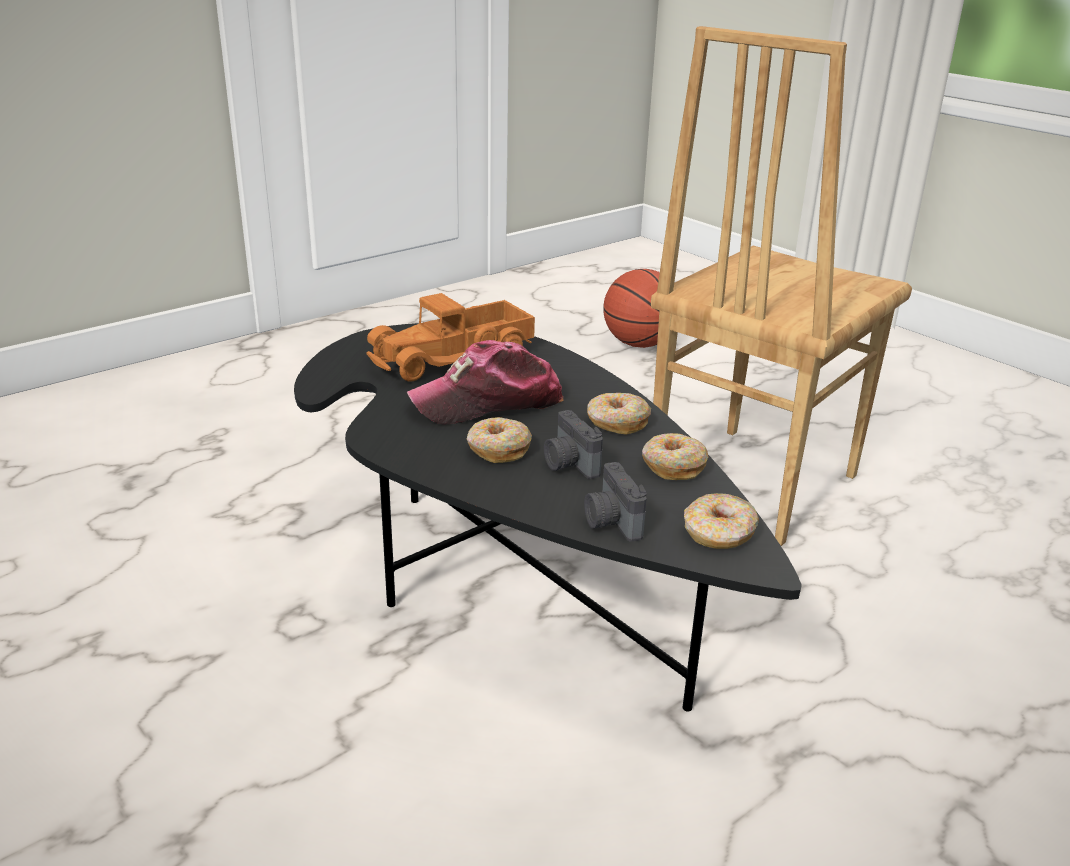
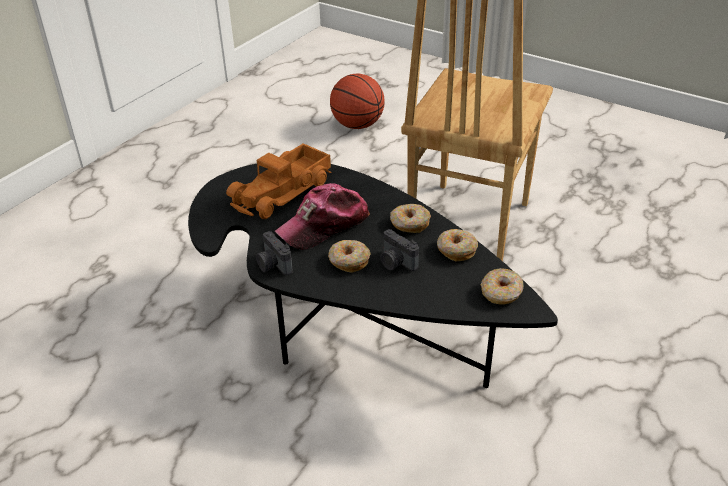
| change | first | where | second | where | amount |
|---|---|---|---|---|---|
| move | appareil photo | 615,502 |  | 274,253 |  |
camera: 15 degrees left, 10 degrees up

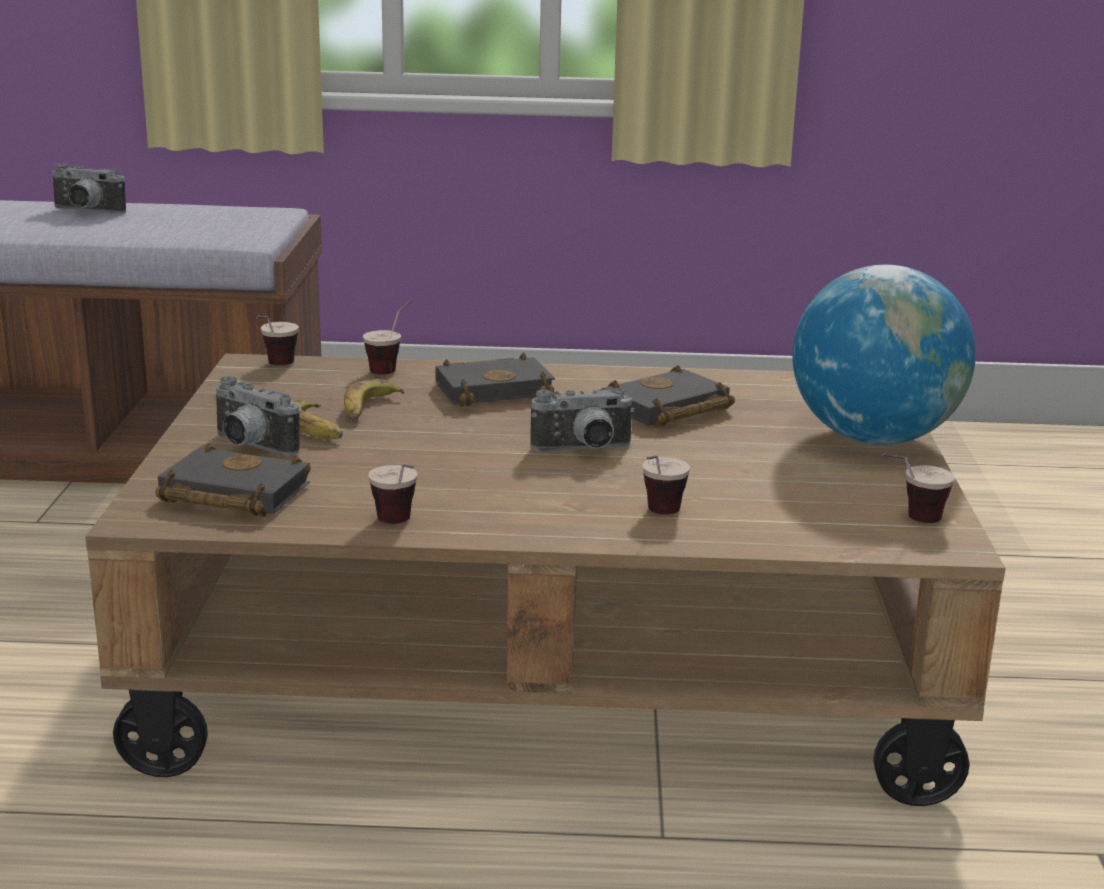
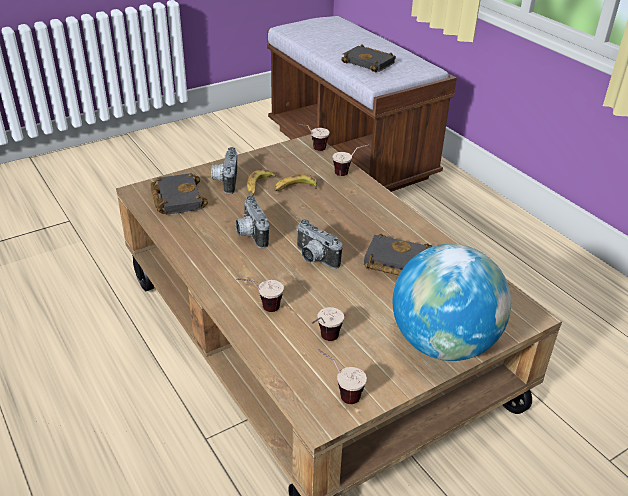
| change | first | where | second | where | amount |
|---|---|---|---|---|---|
| move | appareil photo | 88,188 |  | 252,222 |  |
| move | tasse | 392,494 |  | 328,324 |  |
| move | livre (noir) | 495,379 |  | 368,58 |  |
camera: 55 degrees right, 15 degrees up

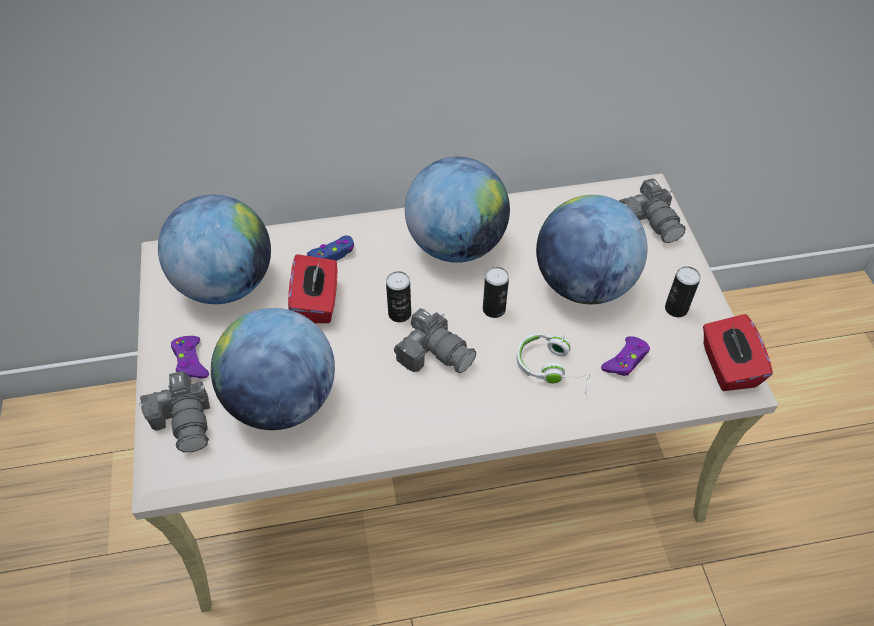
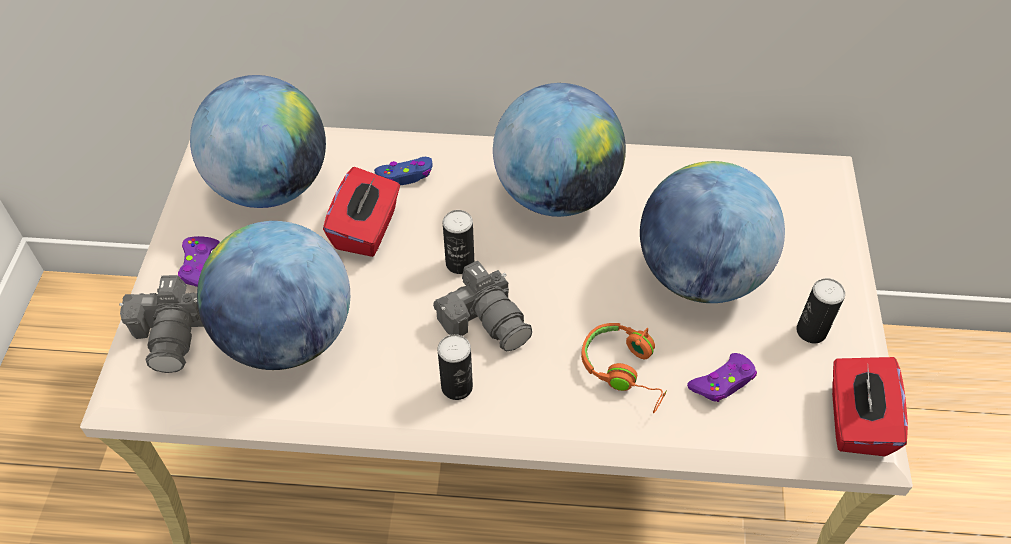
| change | first | where | second | where | amount |
|---|---|---|---|---|---|
| delete | appareil photo | 652,210 |  |  |  |
| move | boîte métallique | 496,292 |  | 455,367 |  |
| recolor | casque audio (blanc) | 553,363 | casque audio (orange) | 624,368 |  |
camera: 15 degrees right, 0 degrees up

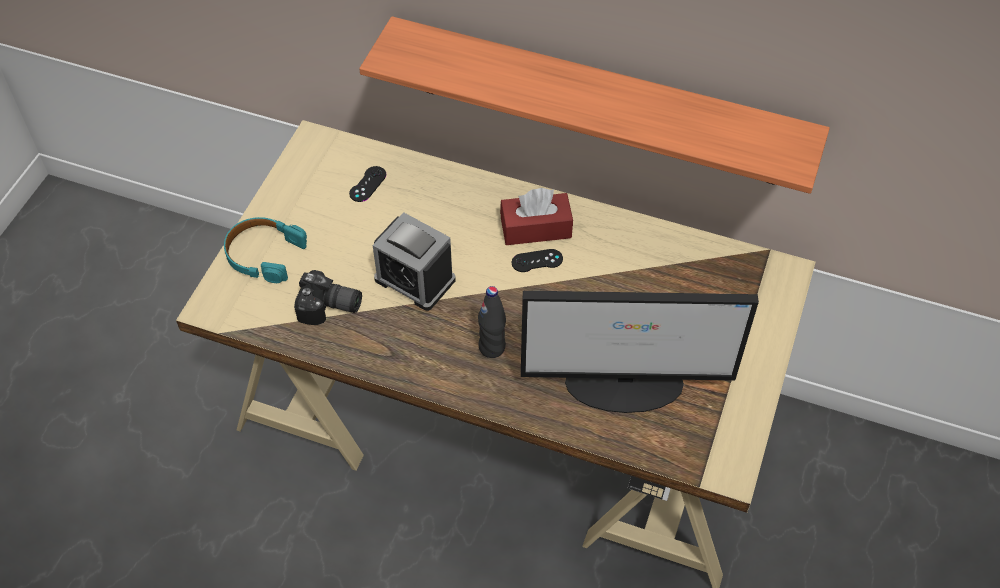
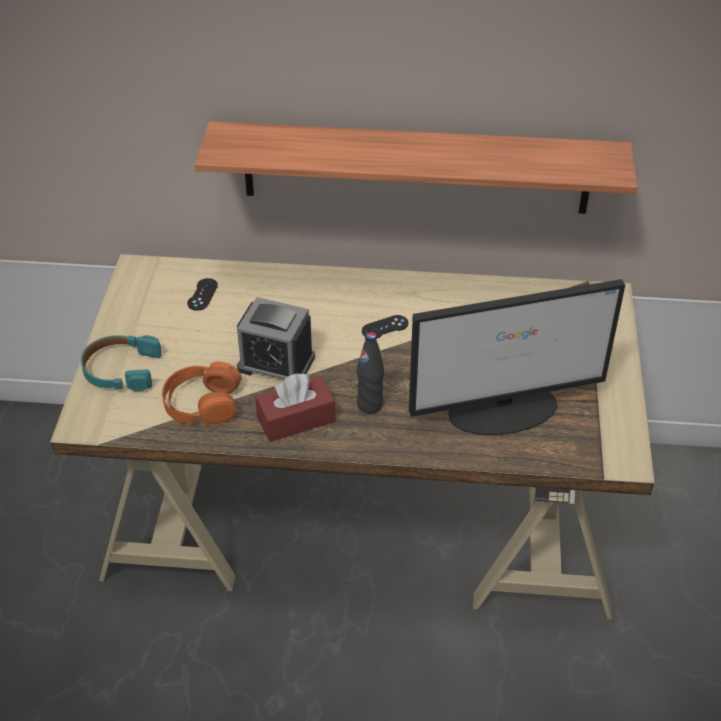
| change | first | where | second | where | amount |
|---|---|---|---|---|---|
| move | boîte à mouchoirs (rouge) | 536,216 |  | 295,407 |  |
| replace | appareil photo | 328,297 | casque audio (orange) | 202,393 |  |
camera: 15 degrees left, 10 degrees down

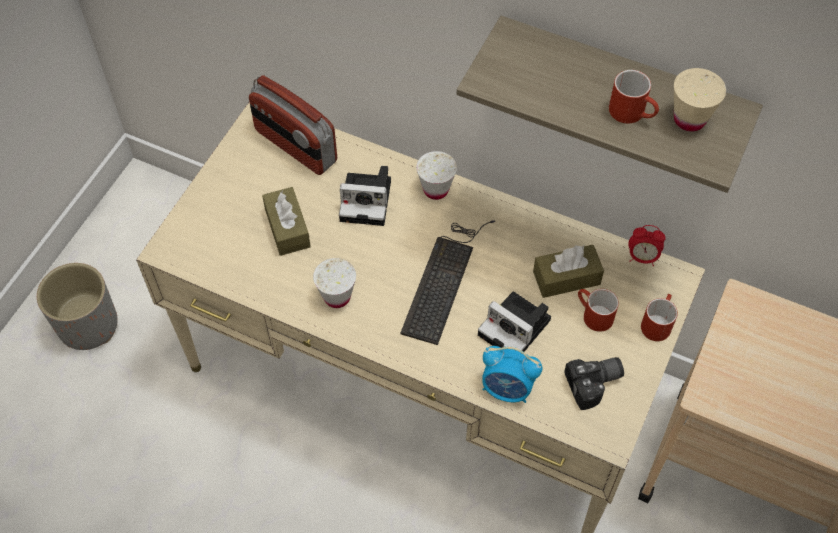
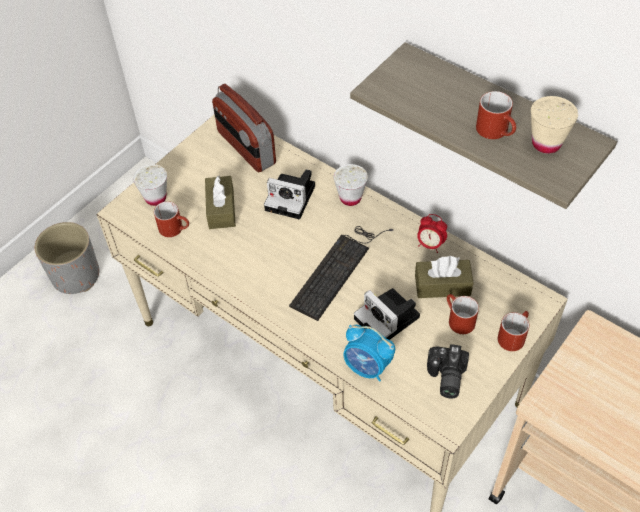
| change | first | where | second | where | amount |
|---|---|---|---|---|---|
| insert |  |  | mug (rouge) | 171,219 |  |
| move | tasse (blanc) | 334,283 |  | 150,185 |  |
| move | réveil | 646,245 |  | 432,233 |  |
| rotate | appareil photo | 594,383 |  | 448,371 | 105 degrees clockwise |
camera: 15 degrees right, 5 degrees down

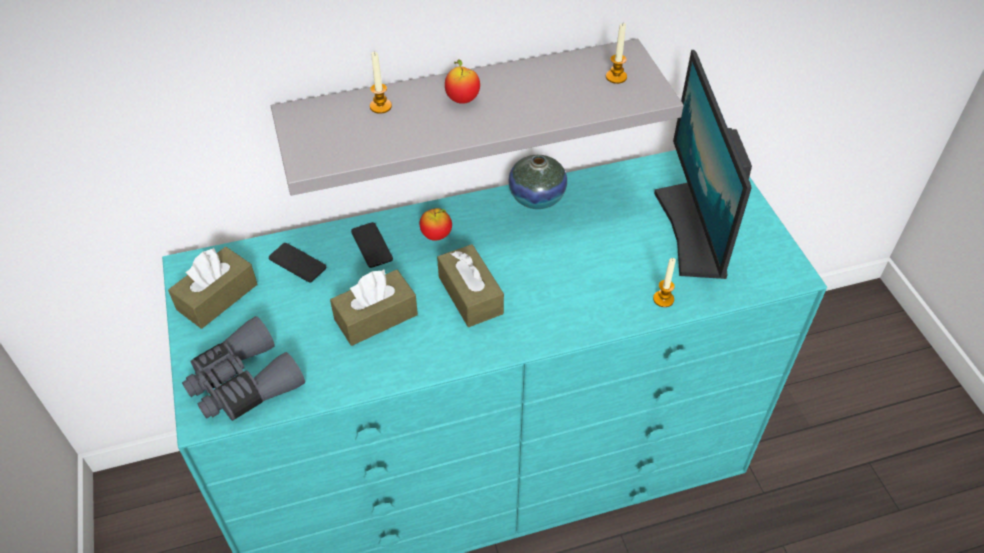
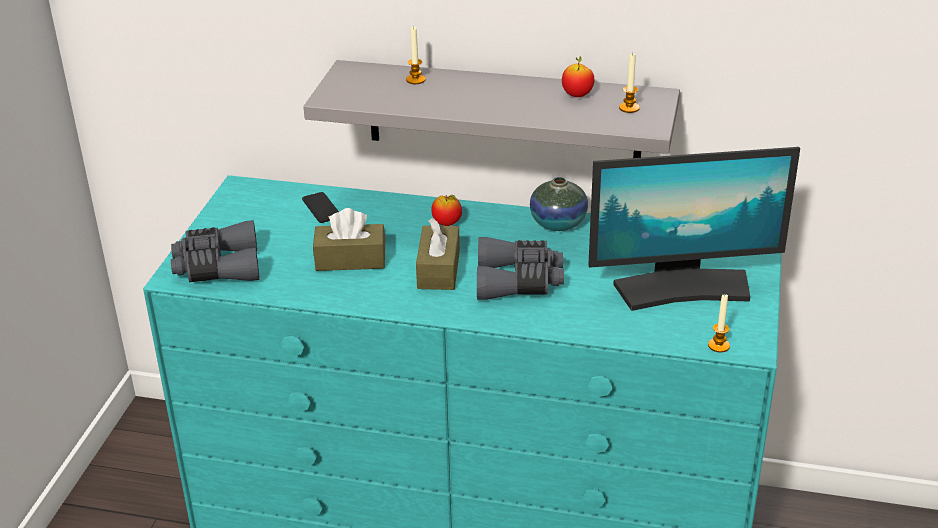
| change | first | where | second | where | amount |
|---|---|---|---|---|---|
| delete | boîte à mouchoirs (marron) | 212,288 |  |  |  |
| delete | téléphone | 372,245 |  |  |  |
| insert |  |  | jumelles (gris) | 520,268 |  |
| move | pomme | 462,81 |  | 578,77 |  |
| move | bougie | 664,282 |  | 719,323 |  |
| rotate | écran d'ordinateur | 703,164 |  | 694,229 | 120 degrees counterclockwise |
camera: 30 degrees right, 15 degrees down

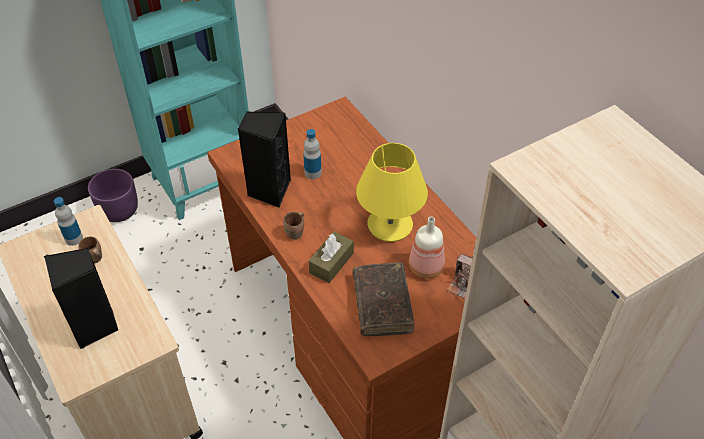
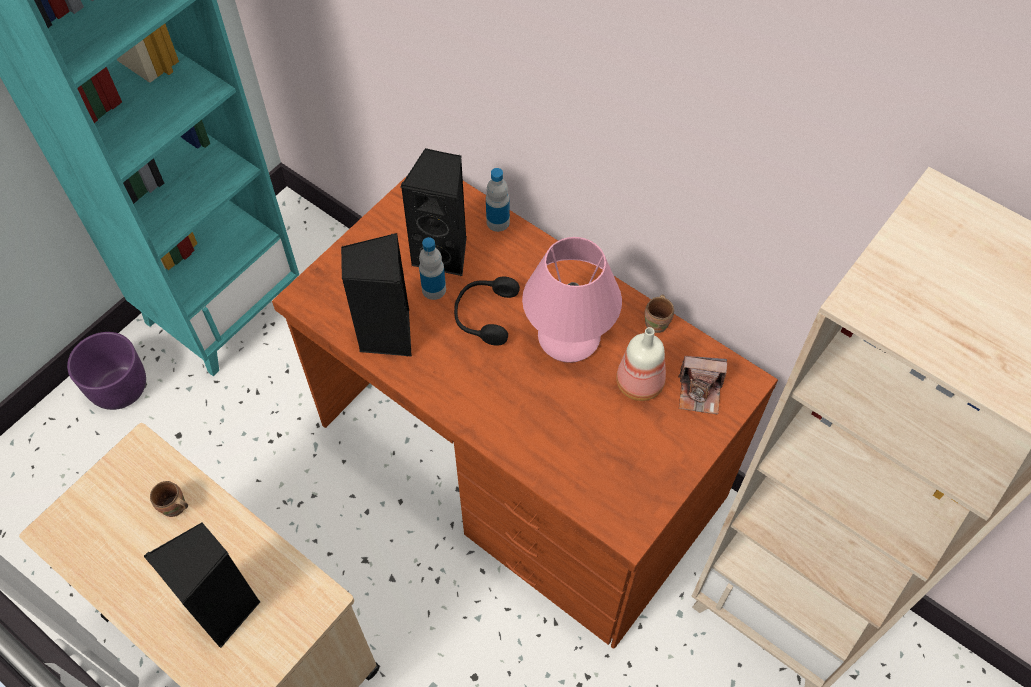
| change | first | where | second | where | amount |
|---|---|---|---|---|---|
| delete | boîte à mouchoirs (marron) | 331,257 |  |  |  |
| delete | livre (marron) | 384,299 |  |  |  |
| insert |  |  | enceinte (noir) | 433,212 |  |
| insert |  |  | casque audio (noir) | 487,311 |  |
| move | bouteille | 68,221 |  | 498,200 |  |
| move | mug (marron) | 293,226 |  | 659,314 |  |
| recolor | lampe de table (jaune) | 392,192 | lampe de table (rose) | 572,300 |  |
camera: 20 degrees left, 10 degrees up

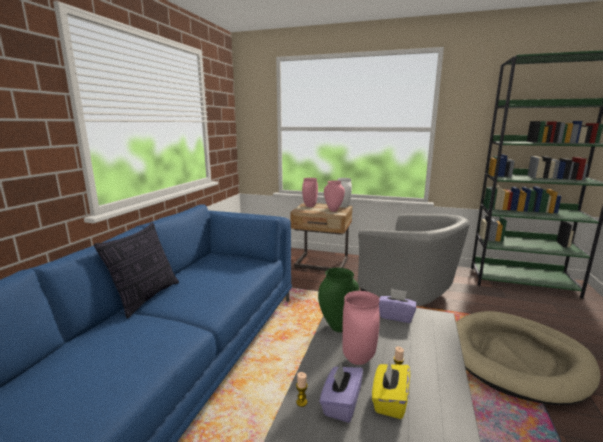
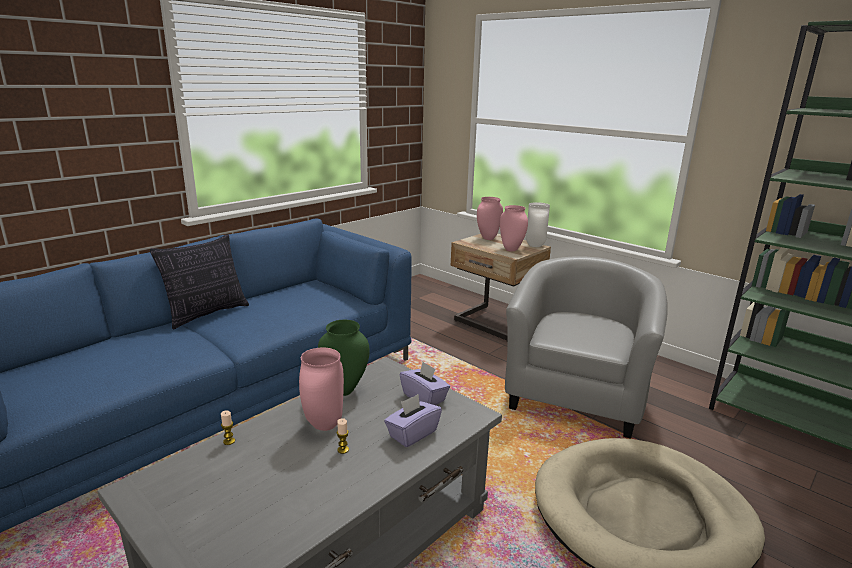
| change | first | where | second | where | amount |
|---|---|---|---|---|---|
| delete | boîte à mouchoirs (jaune) | 391,389 |  |  |  |
| move | boîte à mouchoirs (violet) | 341,393 |  | 413,420 |  |
| rotate | fauteuil (gris) | 414,260 |  | 586,347 | 135 degrees counterclockwise |
camera: 25 degrees right, 5 degrees up

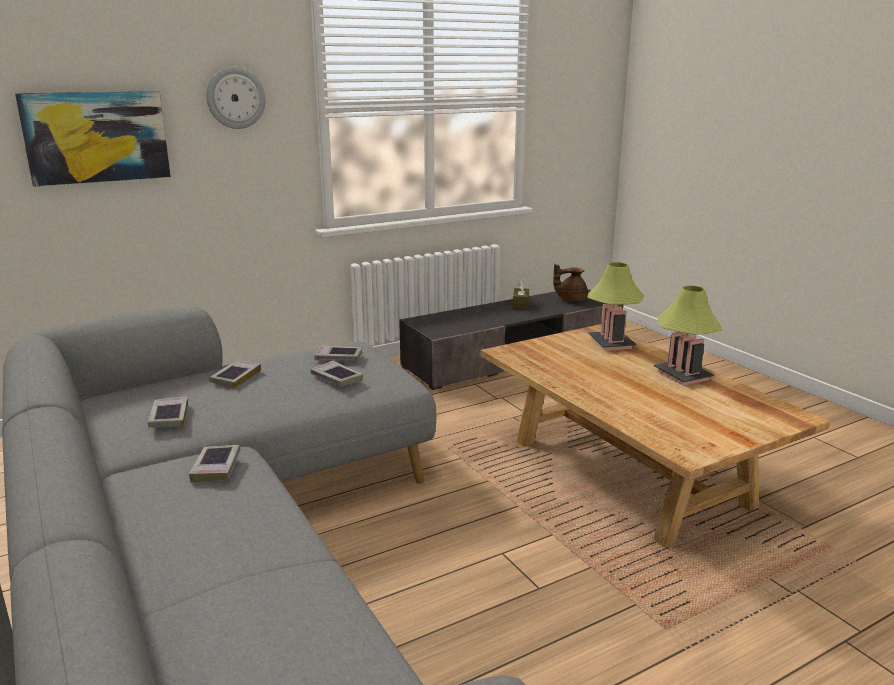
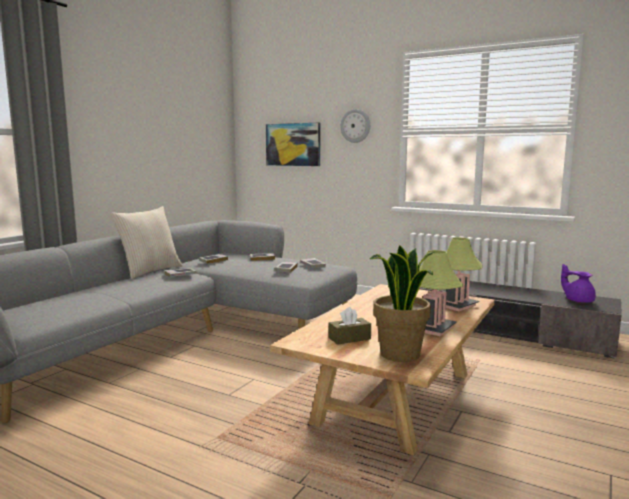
| change | first | where | second | where | amount |
|---|---|---|---|---|---|
| insert |  |  | coussin (beige) | 146,242 |  |
| insert |  |  | plante en pot | 402,304 |  |
| move | boîte à mouchoirs (marron) | 521,295 |  | 350,326 |  |
| recolor | théière (marron) | 570,283 | théière (violet) | 578,283 |  |
camera: 60 degrees right, 10 degrees down

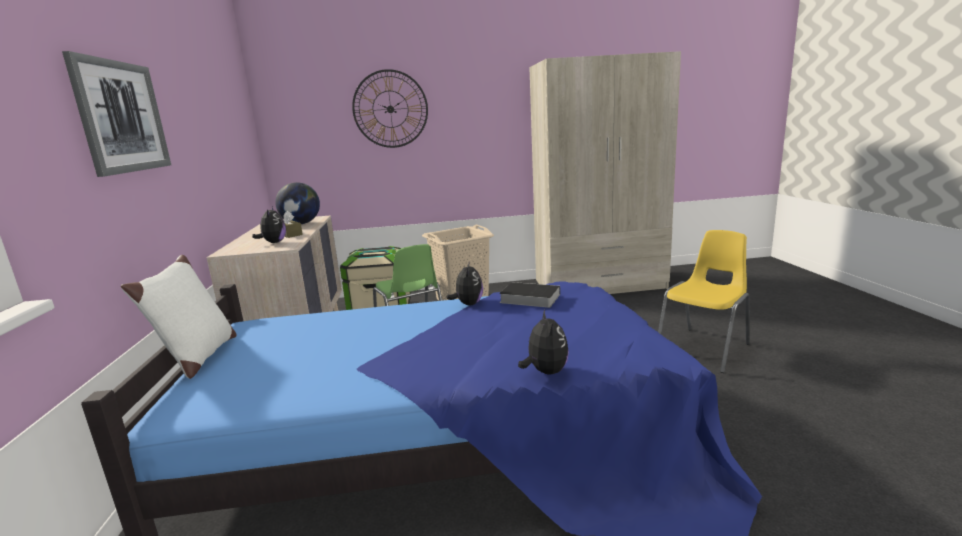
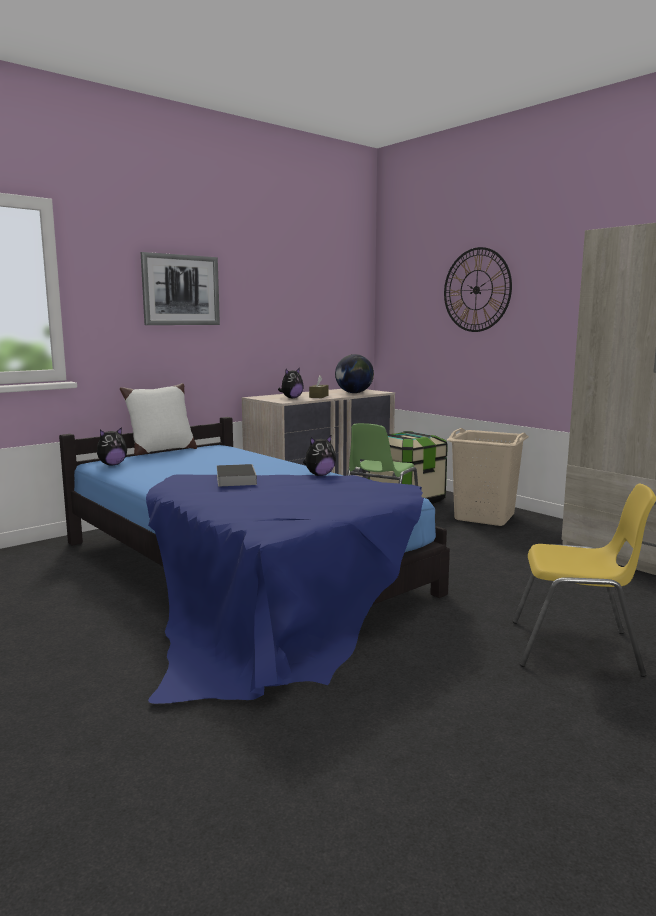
| change | first | where | second | where | amount |
|---|---|---|---|---|---|
| move | livre | 529,295 |  | 237,475 |  |
| move | peluche | 543,342 |  | 112,446 |  |
camera: 55 degrees right, 5 degrees down

